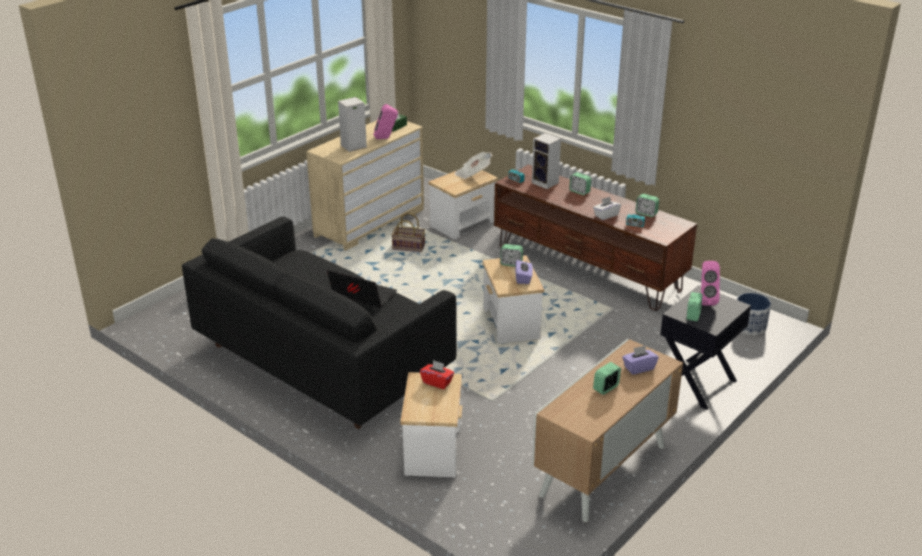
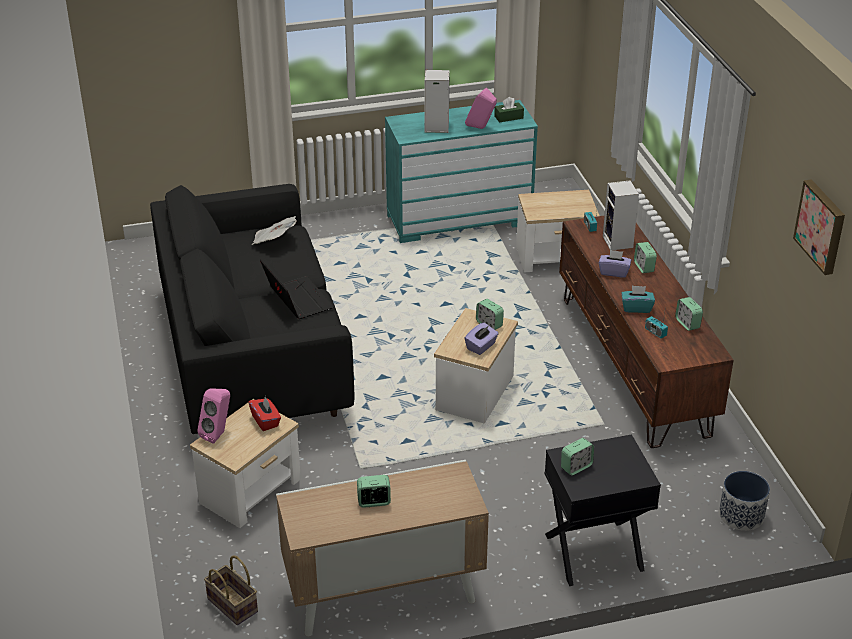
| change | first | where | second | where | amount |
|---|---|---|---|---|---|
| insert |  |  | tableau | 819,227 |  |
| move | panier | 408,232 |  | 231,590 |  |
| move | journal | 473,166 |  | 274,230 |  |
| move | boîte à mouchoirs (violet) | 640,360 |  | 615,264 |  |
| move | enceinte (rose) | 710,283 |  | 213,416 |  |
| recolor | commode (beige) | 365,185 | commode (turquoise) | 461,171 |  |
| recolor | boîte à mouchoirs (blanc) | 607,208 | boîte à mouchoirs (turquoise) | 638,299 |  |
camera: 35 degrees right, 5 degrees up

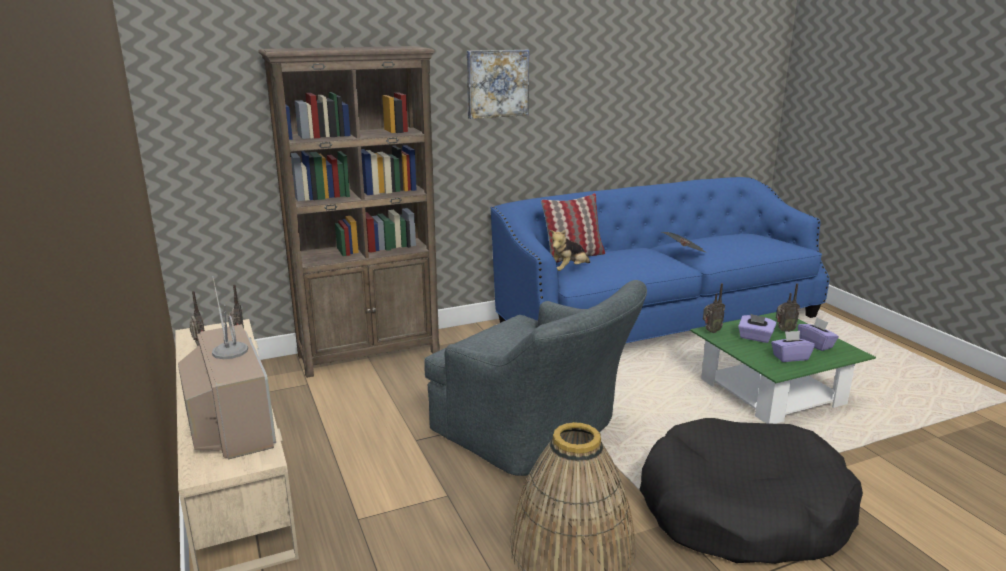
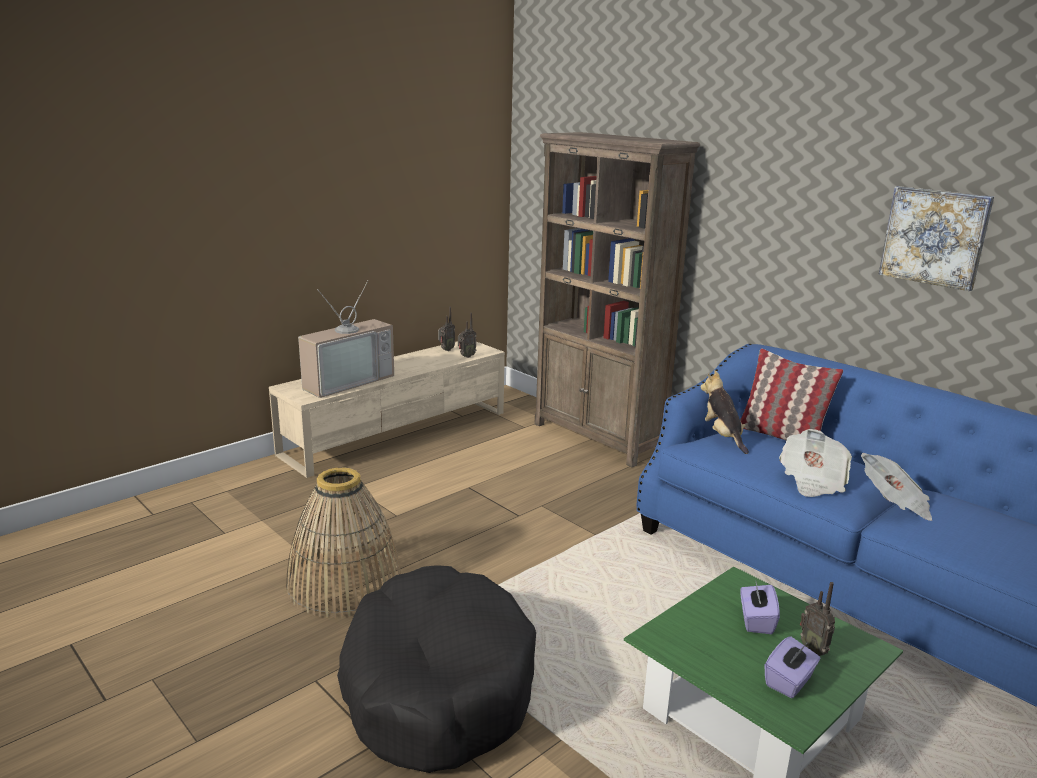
| change | first | where | second | where | amount |
|---|---|---|---|---|---|
| delete | fauteuil (gris) | 535,378 |  |  |  |
| delete | radio | 714,308 |  |  |  |
| delete | boîte à mouchoirs (violet) | 793,346 |  |  |  |
| insert |  |  | journal | 815,463 |  |
| move | tableau | 498,84 |  | 936,238 |  |
| rotate | peluche | 570,250 |  | 725,412 | 45 degrees clockwise |
camera: 70 degrees right, 0 degrees up

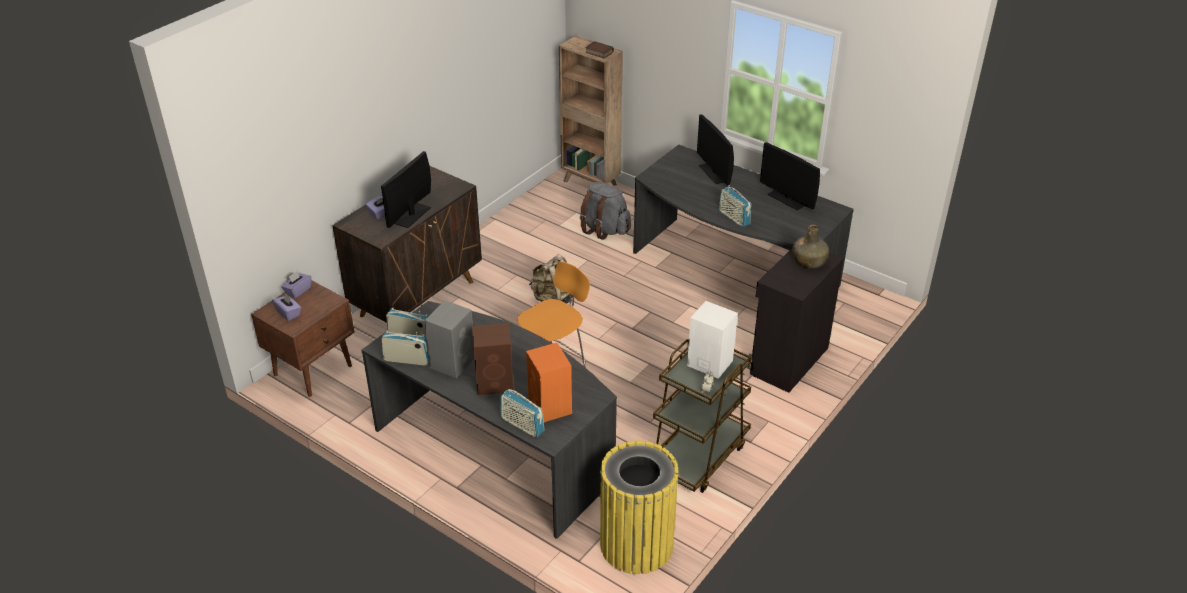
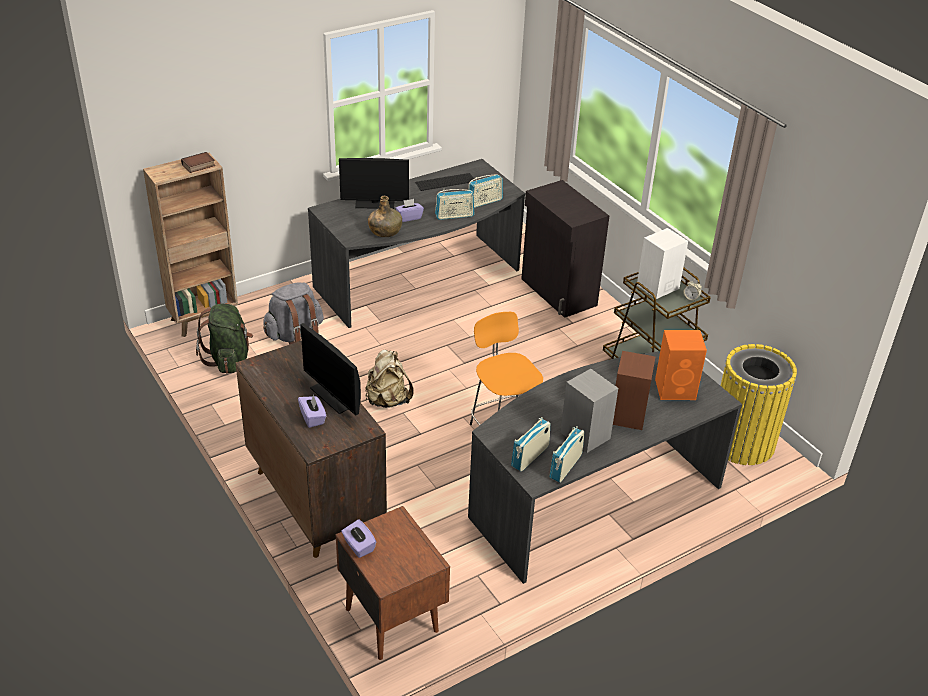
| change | first | where | second | where | amount |
|---|---|---|---|---|---|
| insert |  |  | sac à dos (vert) | 224,339 |  |
| move | boîte à mouchoirs (violet) | 286,307 |  | 410,210 |  |
| move | radio | 522,413 |  | 485,191 |  |
| move | bouteille (vert) | 810,246 |  | 385,216 |  |
| replace | écran d'ordinateur | 790,176 | clavier | 445,182 |  |
camera: 70 degrees left, 0 degrees up

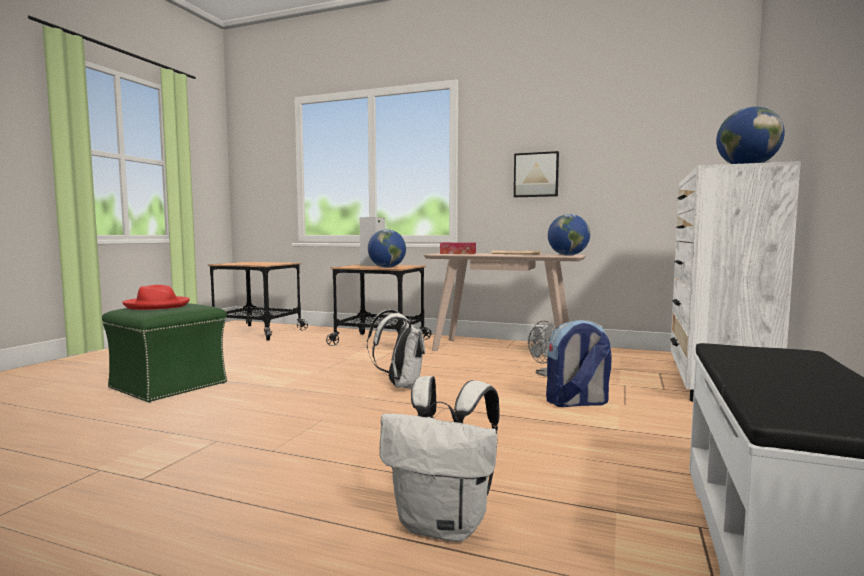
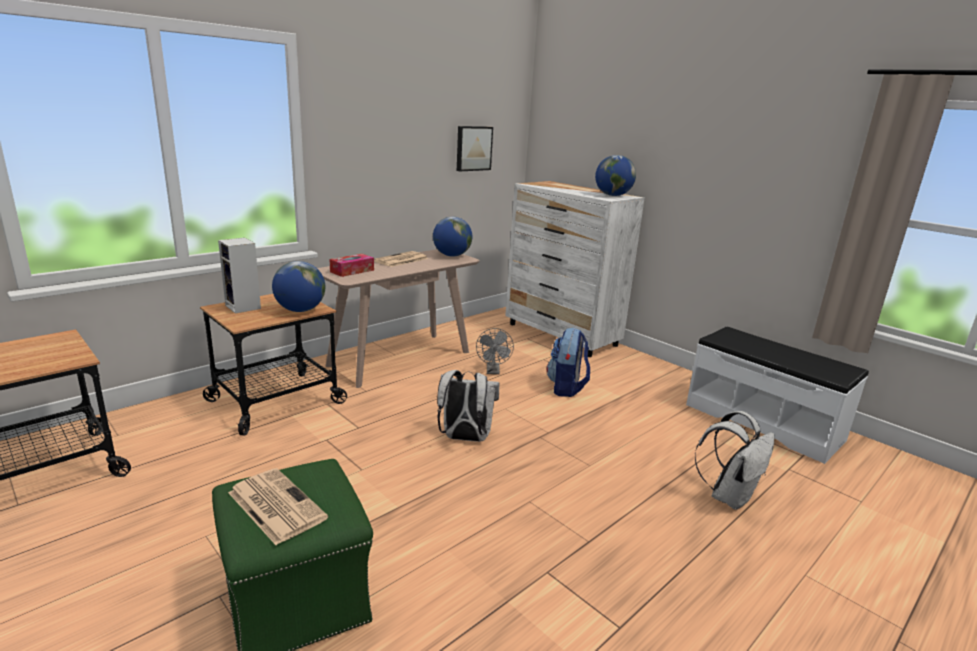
| change | first | where | second | where | amount |
|---|---|---|---|---|---|
| move | tableau | 536,174 |  | 475,148 |  |
| replace | chapeau (rouge) | 156,297 | journal | 278,506 |  |
camera: 65 degrees left, 15 degrees up

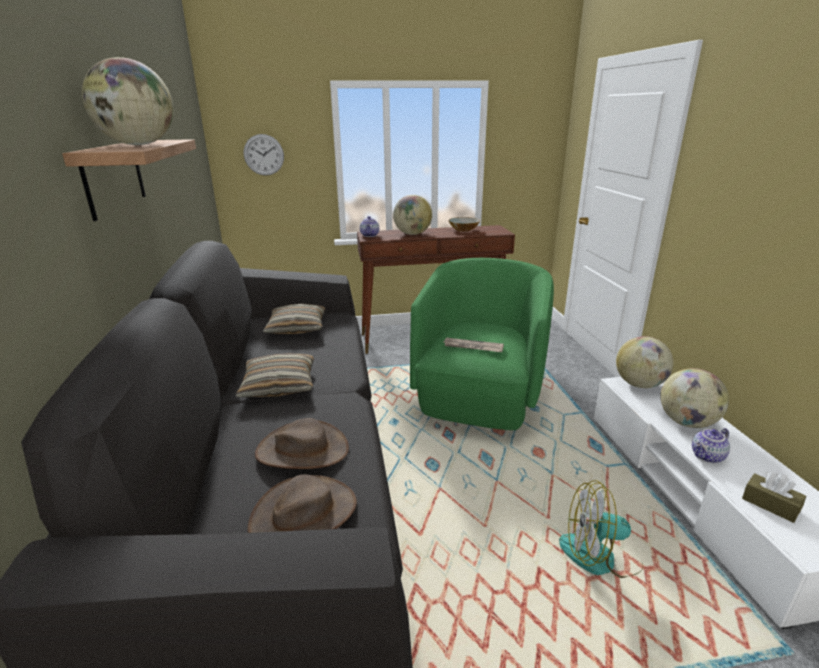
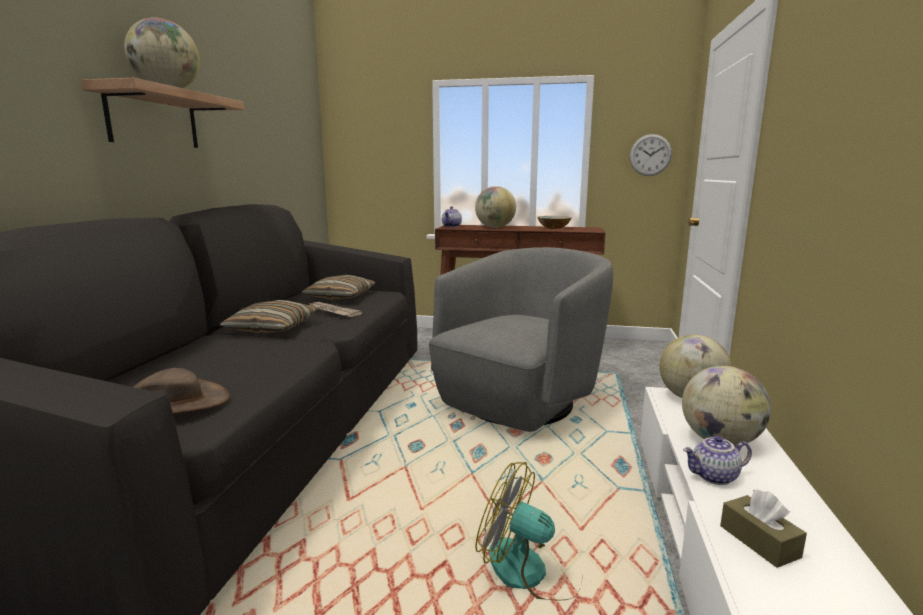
| change | first | where | second | where | amount |
|---|---|---|---|---|---|
| delete | chapeau (marron) | 302,443 |  |  |  |
| move | horloge murale | 264,155 |  | 651,155 |  |
| move | journal | 474,345 |  | 336,309 |  |
| recolor | fauteuil (vert) | 482,344 | fauteuil (gris) | 521,339 |  |
camera: 20 degrees right, 10 degrees down

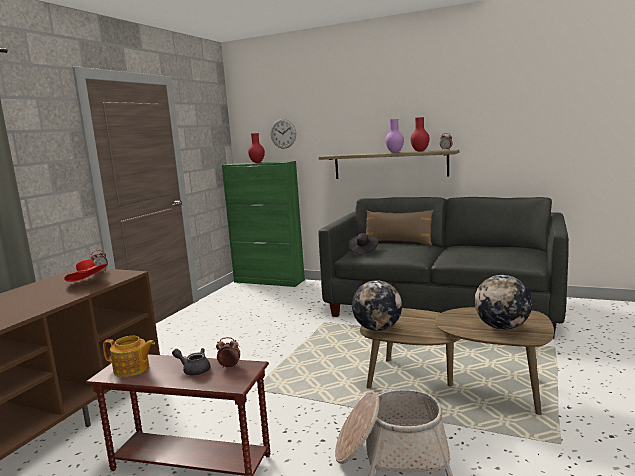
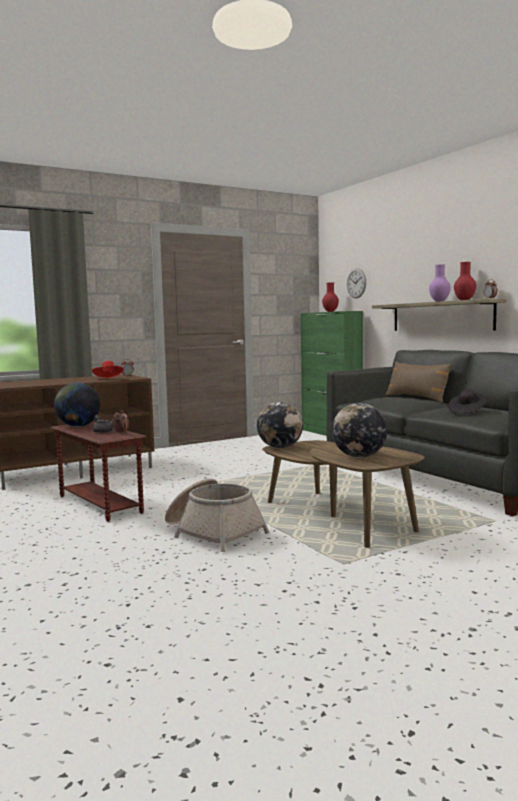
| change | first | where | second | where | amount |
|---|---|---|---|---|---|
| move | chapeau (noir) | 363,244 |  | 468,402 |  |
| replace | théière | 129,356 | globe | 77,405 |  |
camera: 35 degrees right, 5 degrees down

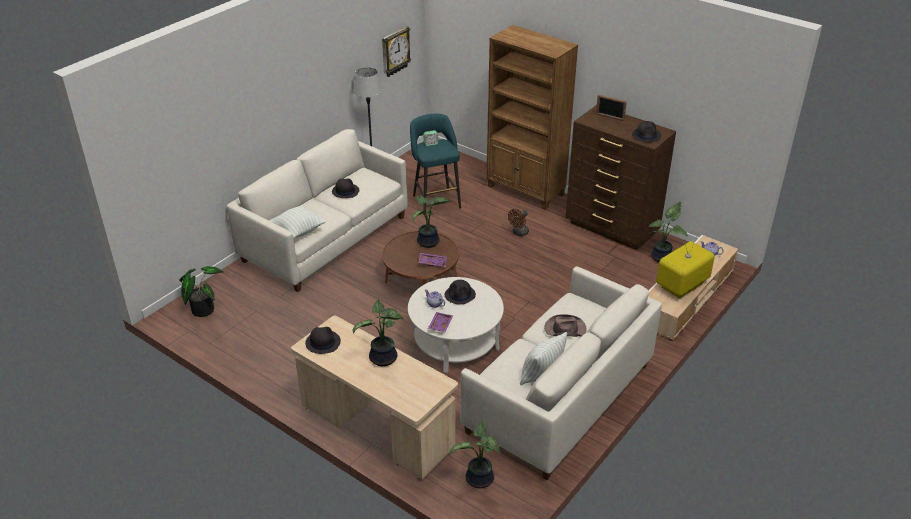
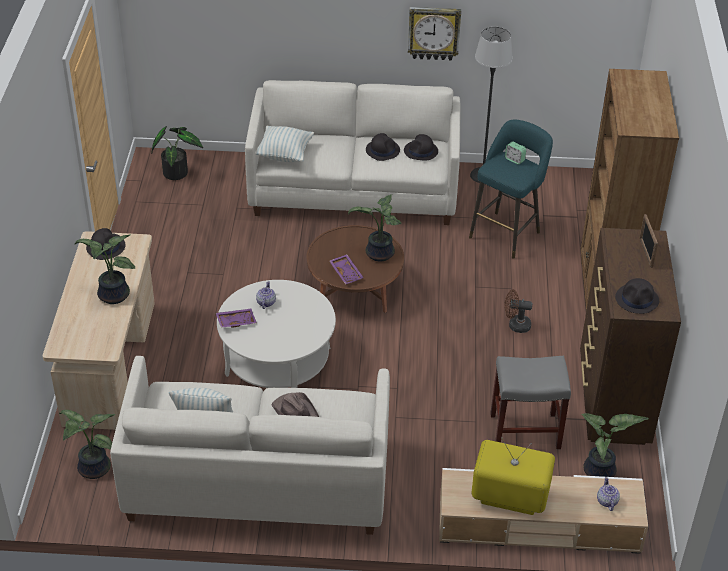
| change | first | where | second | where | amount |
|---|---|---|---|---|---|
| insert |  |  | tabouret (gris) | 530,403 |  |
| move | horloge murale | 396,51 |  | 434,34 |  |
| move | chapeau (noir) | 460,292 |  | 421,147 |  |
camera: 55 degrees right, 5 degrees up

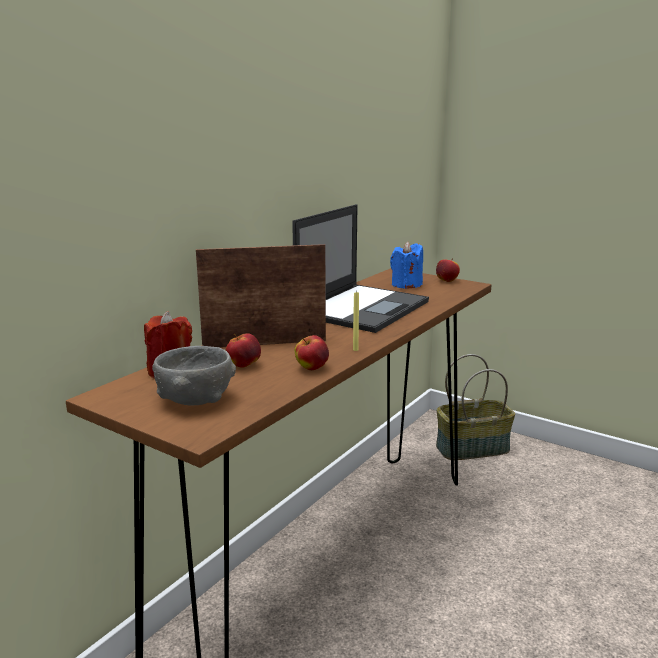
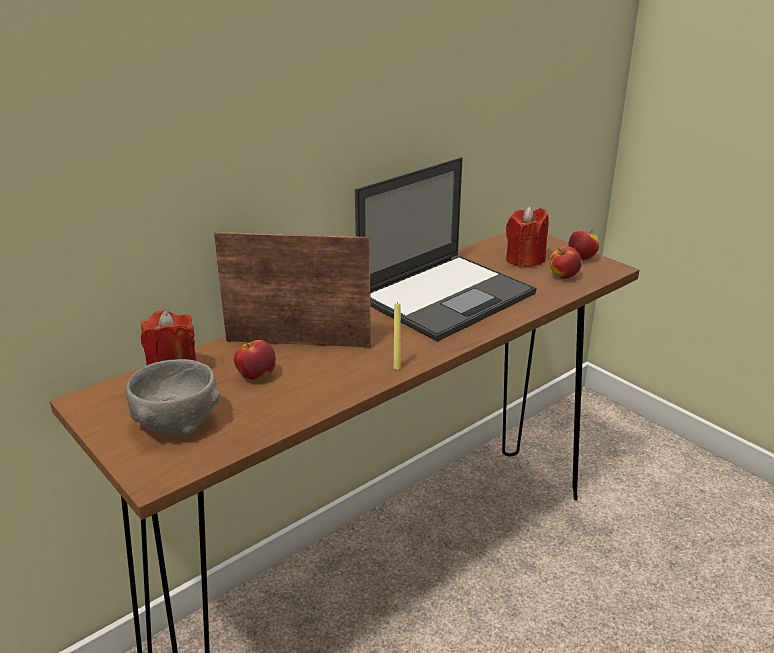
| change | first | where | second | where | amount |
|---|---|---|---|---|---|
| delete | panier | 475,407 |  |  |  |
| move | pomme | 312,352 |  | 565,262 |  |
| recolor | bougie (bleu) | 406,265 | bougie (rouge) | 527,236 |  |
camera: 15 degrees right, 10 degrees up

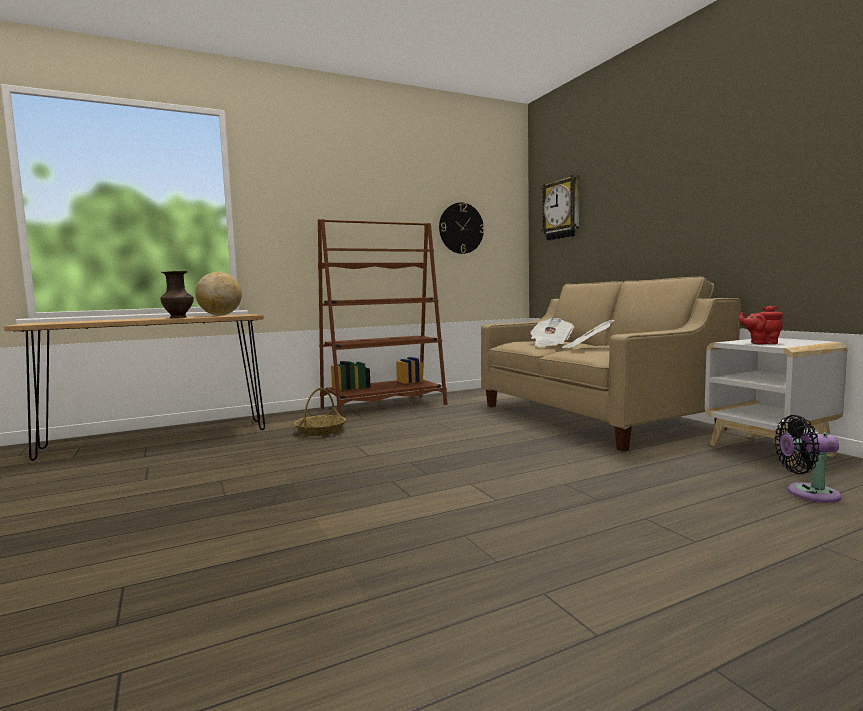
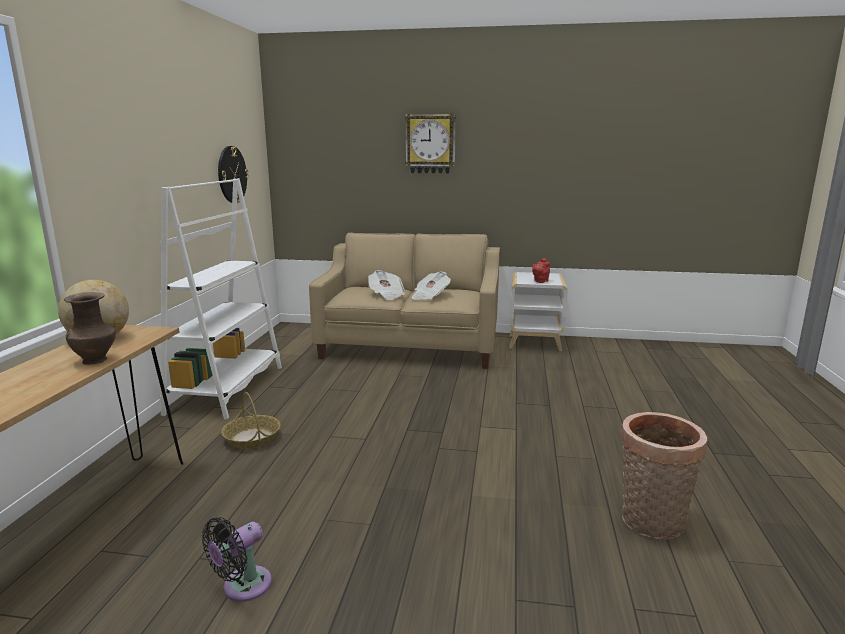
| change | first | where | second | where | amount |
|---|---|---|---|---|---|
| insert |  |  | panier | 663,476 |  |
| move | horloge murale | 560,207 |  | 430,143 |  |
| move | ventilateur (noir) | 808,458 |  | 237,559 |  |
| recolor | bibliothèque (marron) | 382,317 | bibliothèque (blanc) | 221,298 |  |
camera: 55 degrees left, 10 degrees up

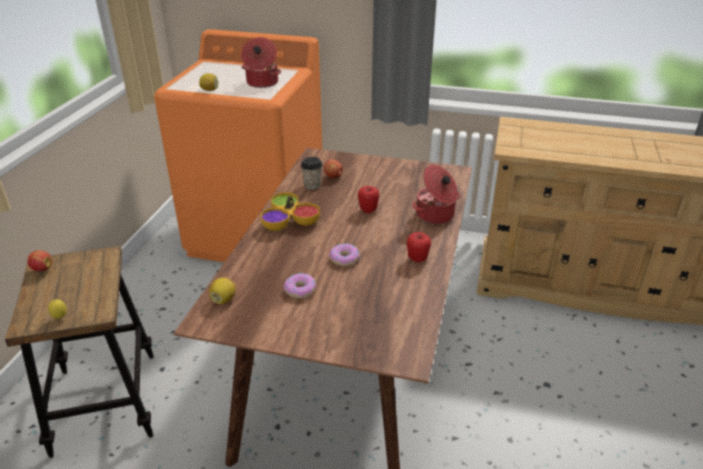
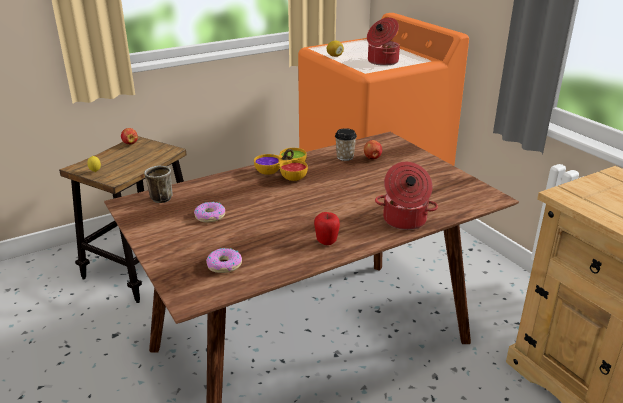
| change | first | where | second | where | amount |
|---|---|---|---|---|---|
| delete | pomme | 368,199 |  |  |  |
| move | beignet | 344,254 |  | 224,260 |  |
| replace | citron | 222,290 | mug | 158,184 |  |
camera: 45 degrees right, 5 degrees down

